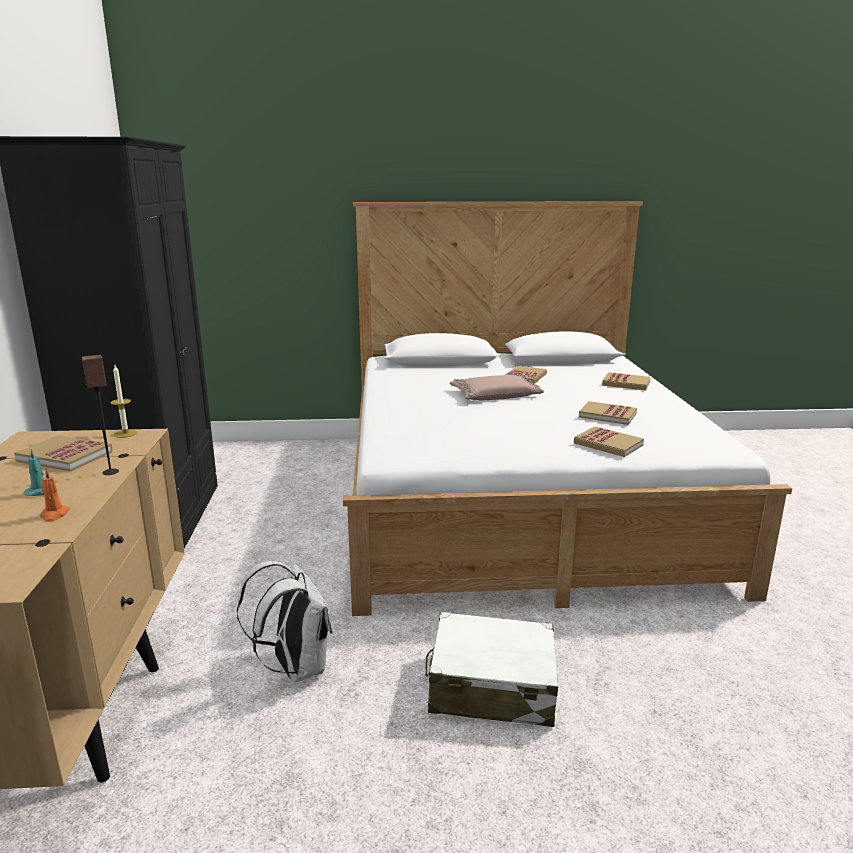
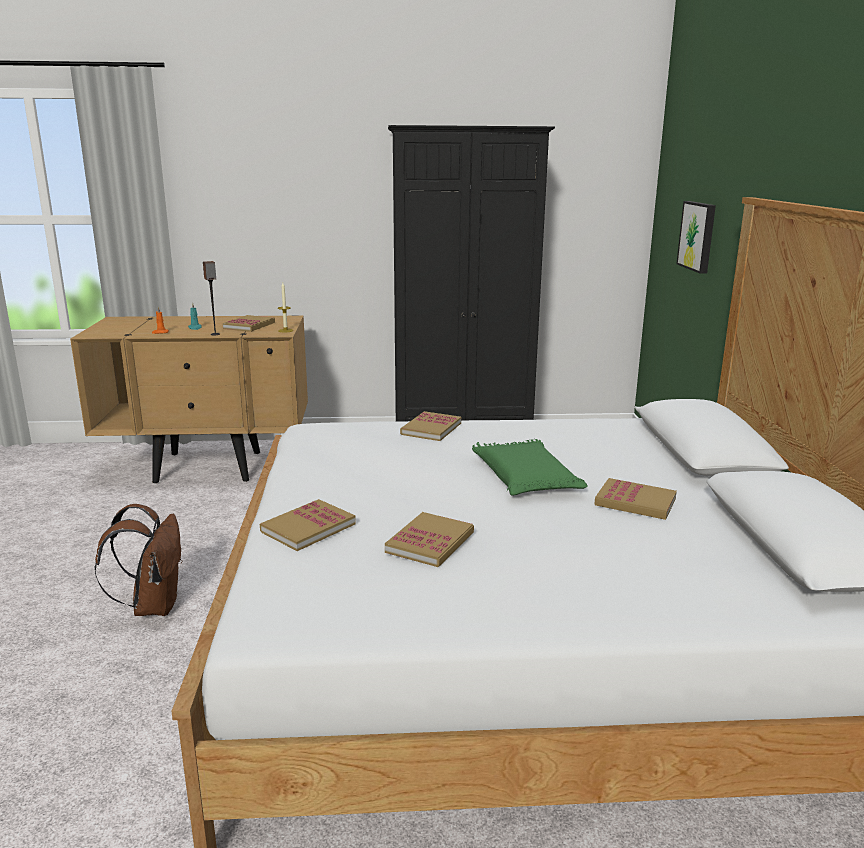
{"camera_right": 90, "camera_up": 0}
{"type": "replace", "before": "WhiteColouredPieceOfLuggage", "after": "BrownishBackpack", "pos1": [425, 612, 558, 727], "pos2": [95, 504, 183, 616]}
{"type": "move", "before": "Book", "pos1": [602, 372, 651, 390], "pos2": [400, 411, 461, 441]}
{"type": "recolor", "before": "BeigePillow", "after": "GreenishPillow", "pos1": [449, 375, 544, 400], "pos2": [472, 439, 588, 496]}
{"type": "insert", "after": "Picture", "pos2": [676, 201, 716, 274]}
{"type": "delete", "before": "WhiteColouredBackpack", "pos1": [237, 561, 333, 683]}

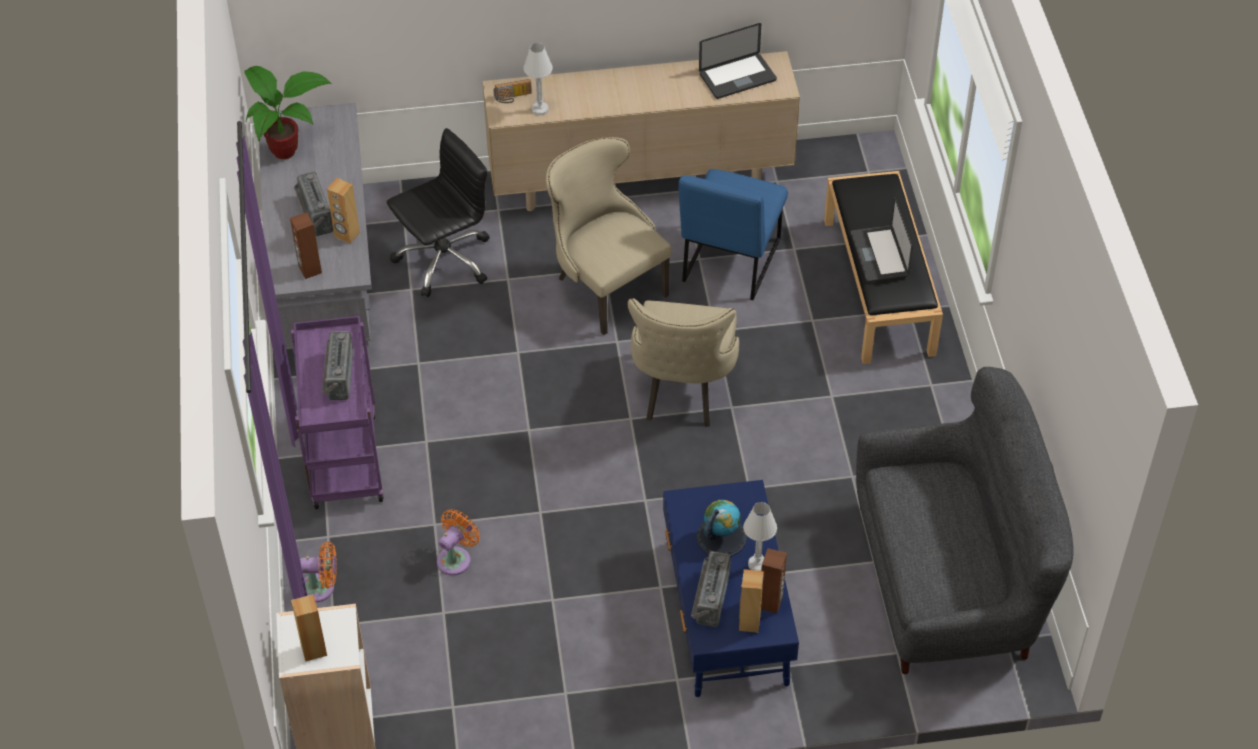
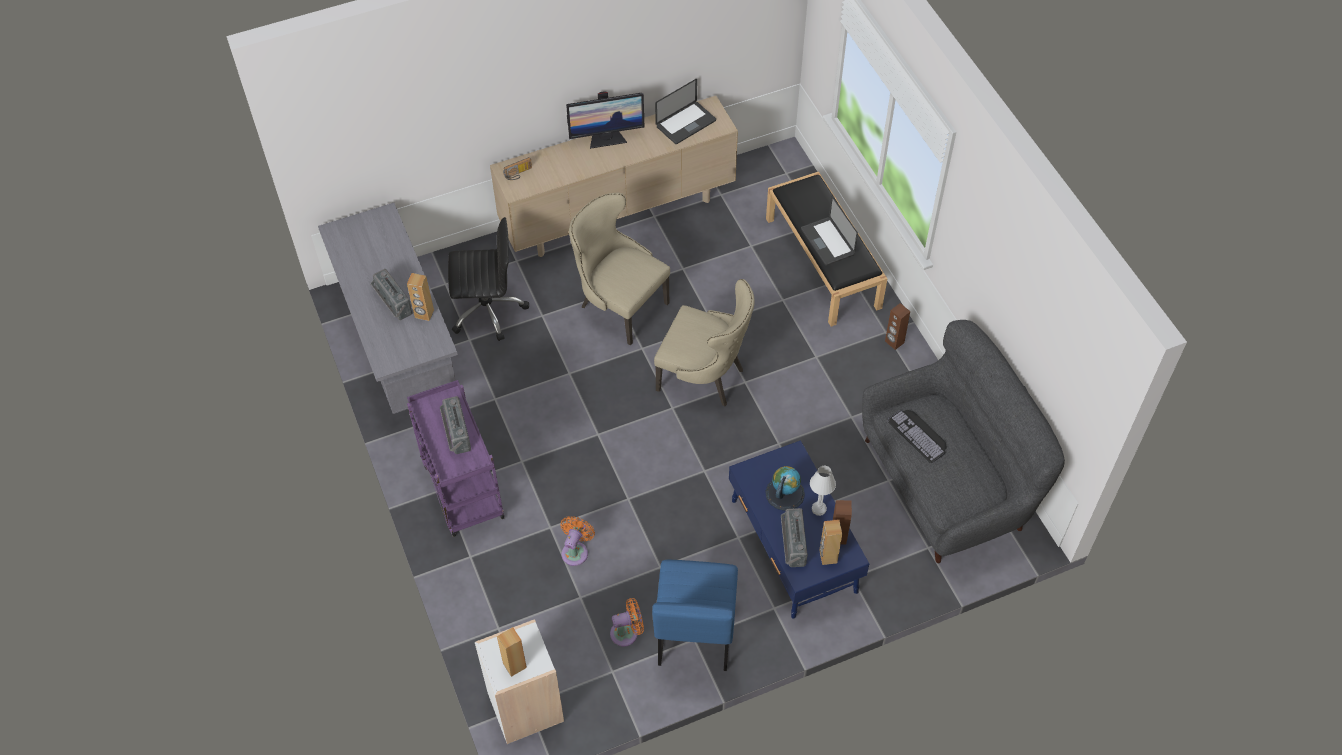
{"camera_right": -15, "camera_up": 5}
{"type": "rotate", "before": "BlackishDeskChair", "pos1": [387, 128, 490, 297], "pos2": [448, 217, 529, 341], "turn": 45}
{"type": "insert", "after": "Monitor", "pos2": [566, 91, 644, 149]}
{"type": "move", "before": "OrangeColouredCoolingFan", "pos1": [300, 542, 337, 602], "pos2": [610, 598, 644, 647]}
{"type": "move", "before": "BlueColouredUprightChair", "pos1": [678, 169, 788, 300], "pos2": [652, 560, 738, 671]}
{"type": "rotate", "before": "BeigeUprightChair", "pos1": [628, 298, 739, 427], "pos2": [654, 279, 755, 407], "turn": -60}
{"type": "move", "before": "BrownishAudioSpeaker", "pos1": [290, 212, 322, 279], "pos2": [885, 303, 910, 350]}
{"type": "insert", "after": "PcKeyboard", "pos2": [887, 410, 947, 463]}
{"type": "delete", "before": "PlantInAPot", "pos1": [245, 66, 332, 159]}
{"type": "delete", "before": "WhiteColouredTabletopLamp", "pos1": [524, 43, 553, 115]}

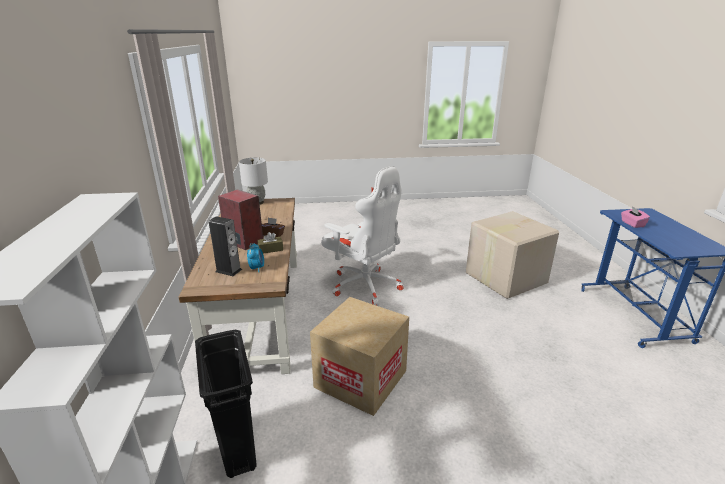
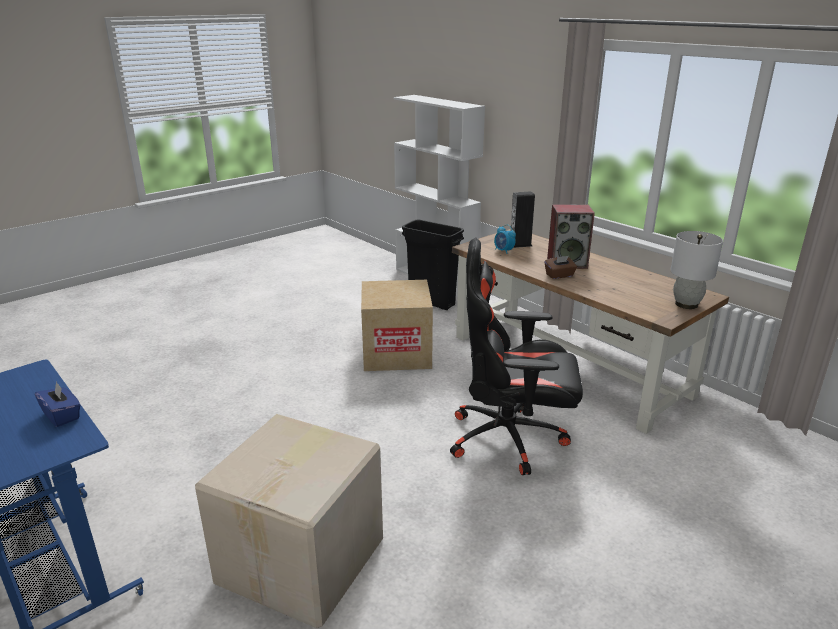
{"camera_right": 145, "camera_up": 0}
{"type": "recolor", "before": "PinkishTissueBox", "after": "BlueColouredTissueBox", "pos1": [621, 206, 650, 228], "pos2": [35, 381, 80, 427]}
{"type": "recolor", "before": "WhiteColouredDeskChair", "after": "BlackishDeskChair", "pos1": [321, 166, 404, 306], "pos2": [450, 237, 583, 475]}
{"type": "delete", "before": "BrownishTissueBox", "pos1": [257, 232, 283, 254]}

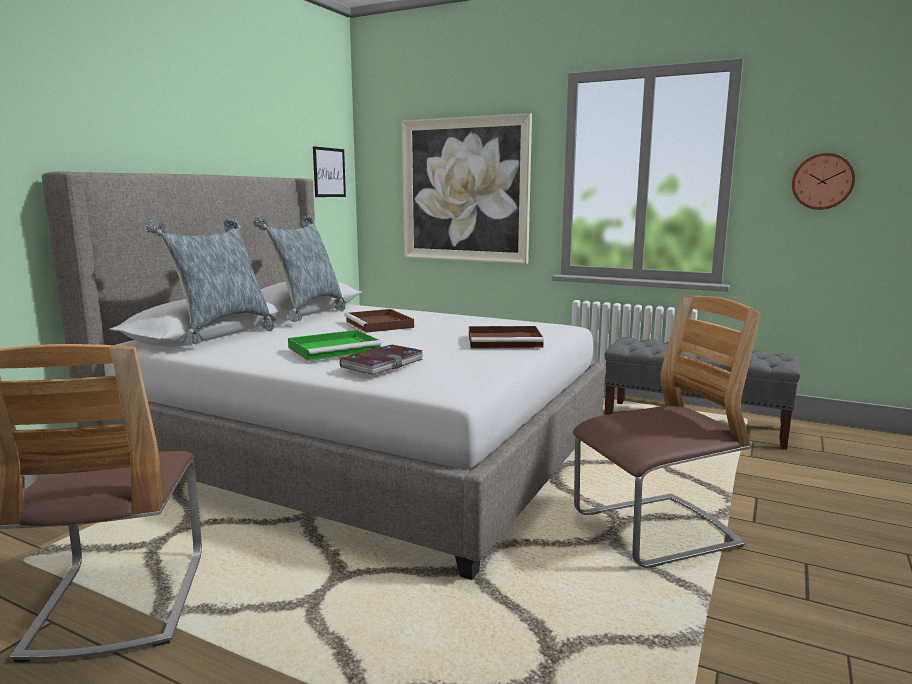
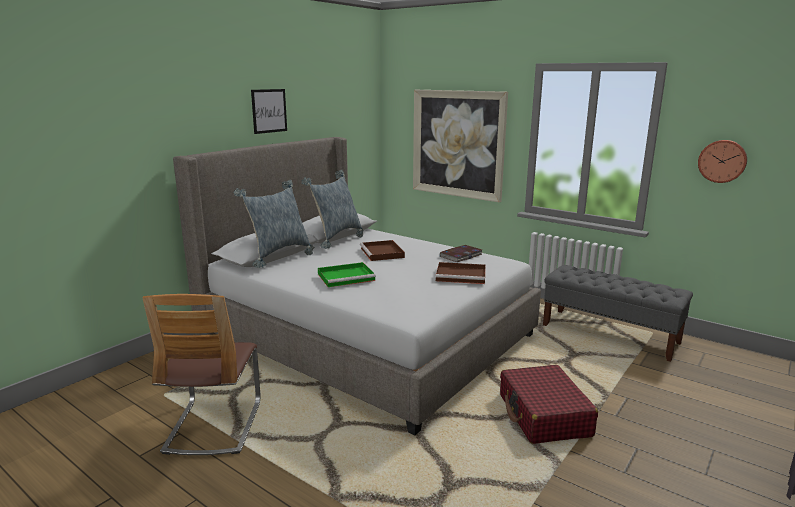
{"camera_right": 10, "camera_up": 5}
{"type": "move", "before": "Picture", "pos1": [313, 146, 346, 197], "pos2": [251, 89, 287, 134]}
{"type": "move", "before": "Book", "pos1": [340, 345, 423, 375], "pos2": [440, 245, 482, 262]}
{"type": "replace", "before": "UprightChair", "after": "RedColouredPieceOfLuggage", "pos1": [573, 296, 761, 568], "pos2": [500, 365, 598, 444]}

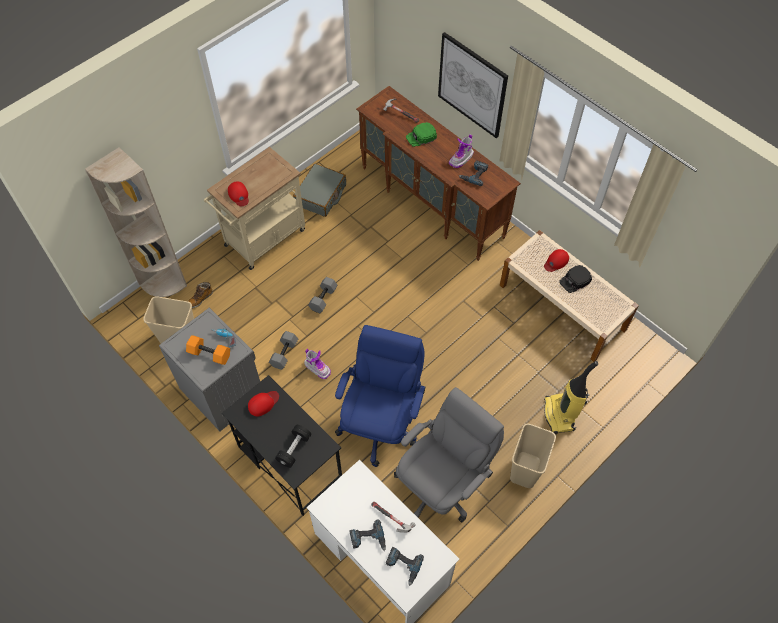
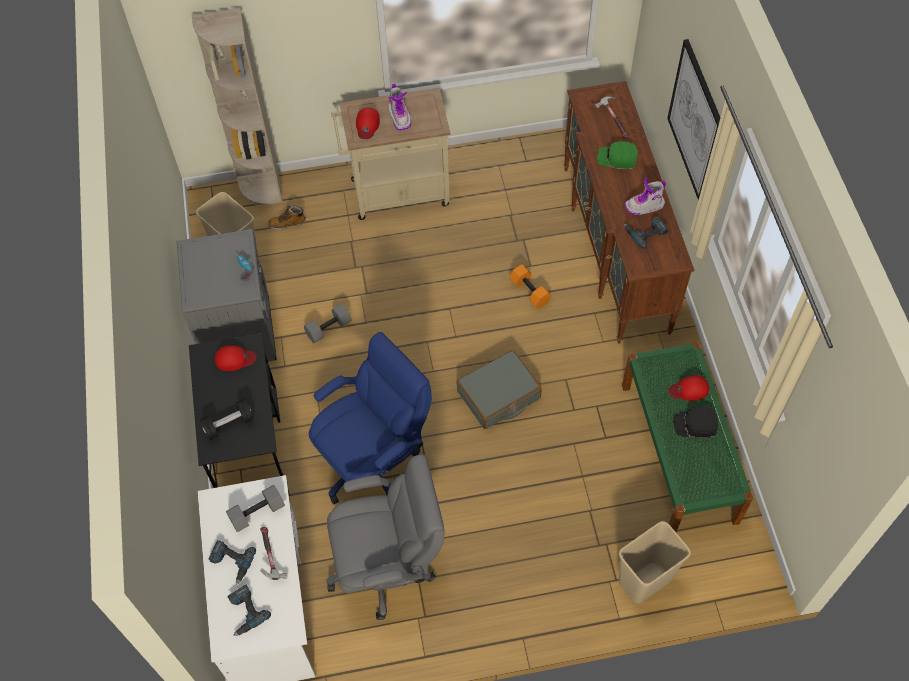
{"camera_right": 35, "camera_up": 0}
{"type": "move", "before": "GreyHandWeight", "pos1": [308, 277, 338, 313], "pos2": [226, 485, 285, 532]}
{"type": "move", "before": "TallBoot", "pos1": [304, 349, 331, 379], "pos2": [388, 84, 411, 131]}
{"type": "move", "before": "GreyPieceOfLuggage", "pos1": [293, 164, 346, 217], "pos2": [456, 350, 542, 429]}
{"type": "move", "before": "OrangeColouredHandWeight", "pos1": [186, 335, 230, 365], "pos2": [509, 264, 552, 309]}
{"type": "move", "before": "BeigeTrashCan", "pos1": [510, 424, 556, 488], "pos2": [619, 521, 691, 604]}
{"type": "recolor", "before": "BeigeIndoorBench", "after": "GreenishIndoorBench", "pos1": [500, 230, 639, 362], "pos2": [622, 342, 753, 532]}
{"type": "delete", "before": "Hoover", "pos1": [544, 361, 598, 434]}

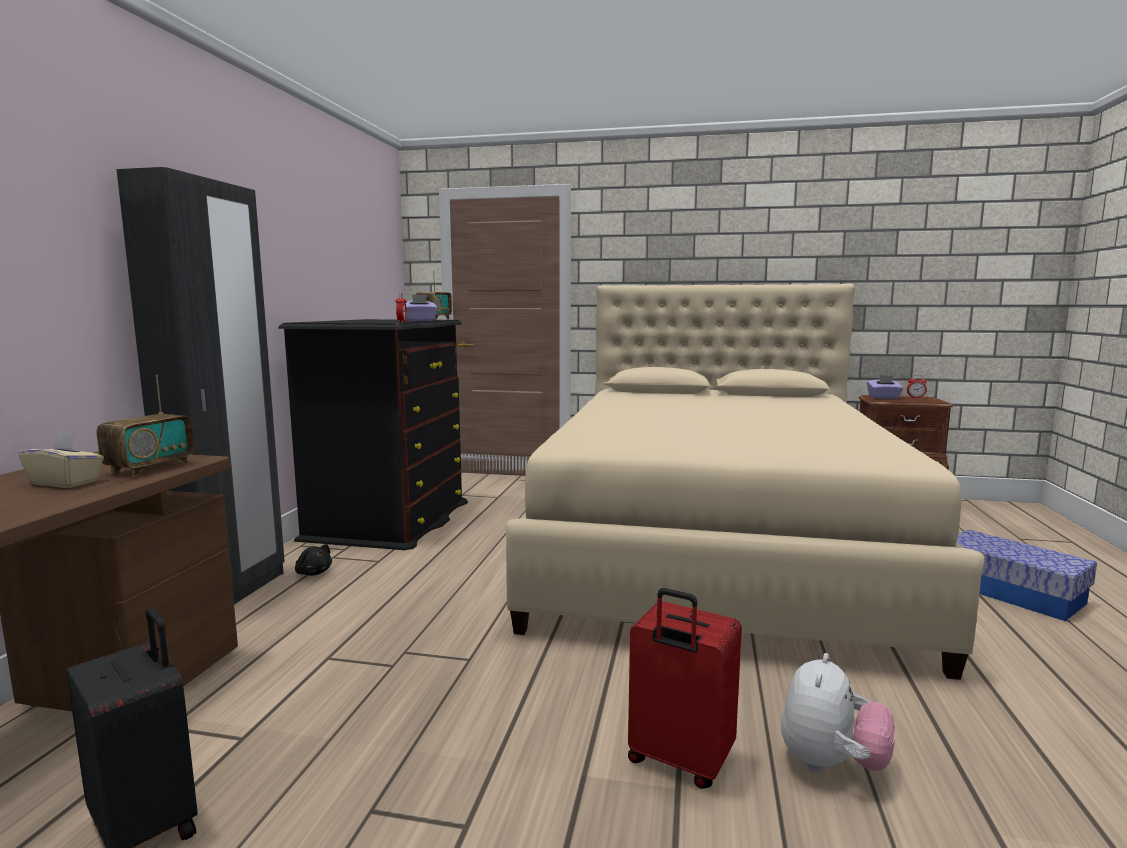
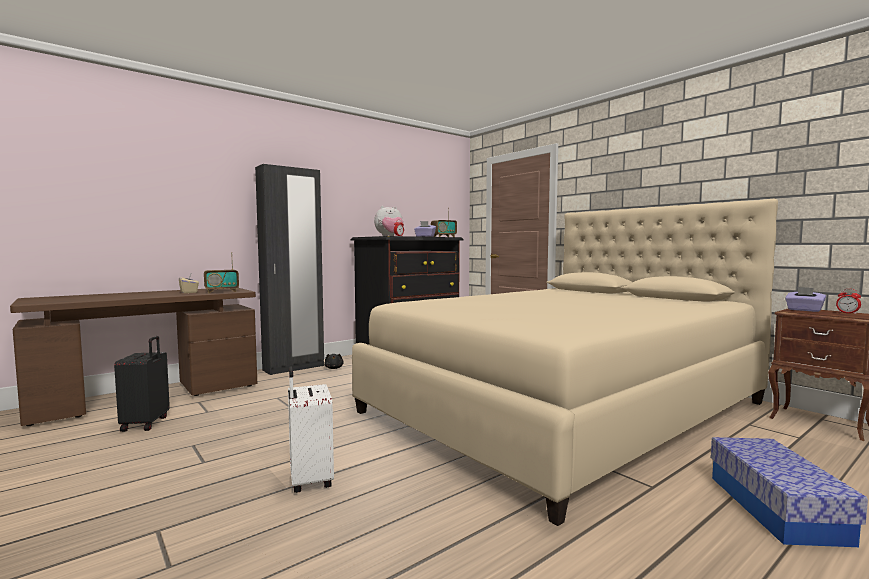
{"camera_right": 40, "camera_up": -5}
{"type": "recolor", "before": "RedColouredPieceOfLuggage", "after": "WhiteColouredPieceOfLuggage", "pos1": [628, 588, 742, 789], "pos2": [288, 366, 334, 493]}
{"type": "move", "before": "CuddlyToy", "pos1": [781, 653, 895, 772], "pos2": [374, 206, 403, 236]}

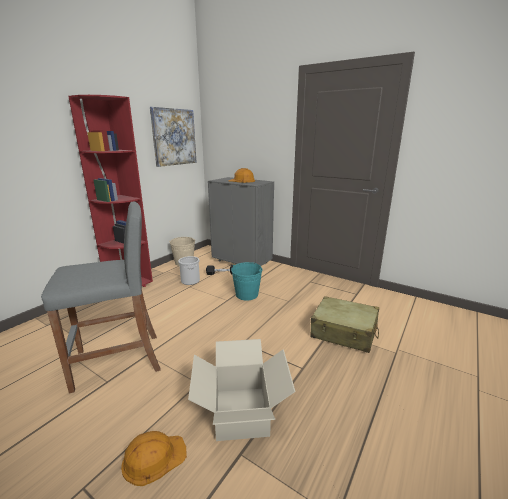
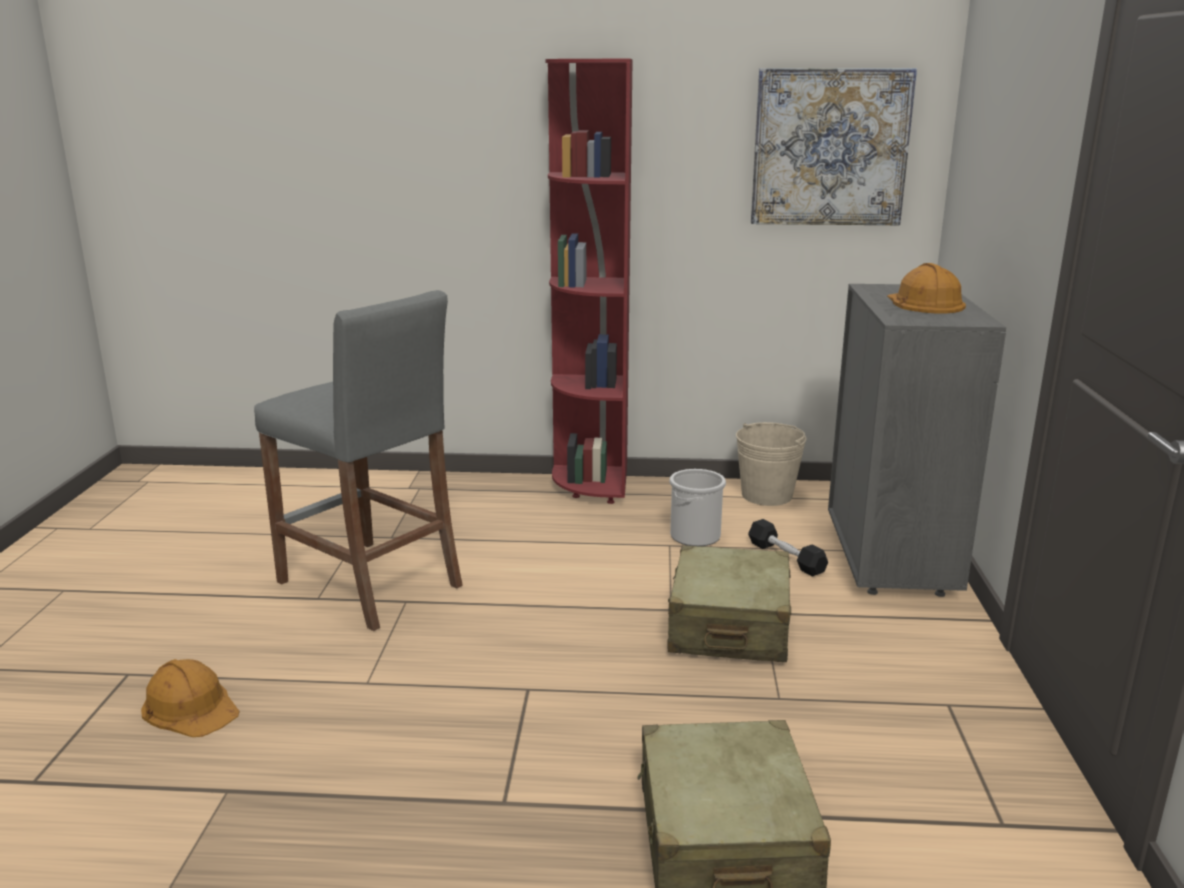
{"camera_right": 60, "camera_up": 0}
{"type": "replace", "before": "TurquoiseColouredWaterBucket", "after": "BeigePieceOfLuggage", "pos1": [231, 262, 262, 301], "pos2": [668, 545, 791, 662]}
{"type": "delete", "before": "PackingBox", "pos1": [188, 339, 296, 441]}

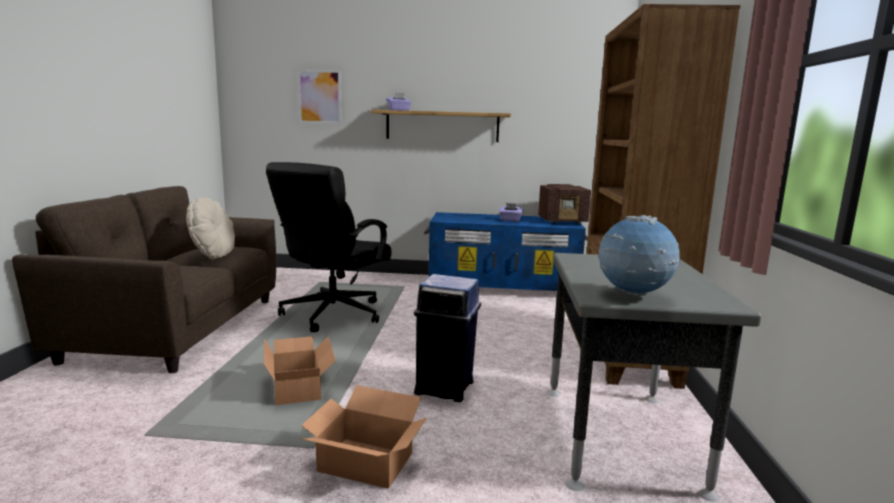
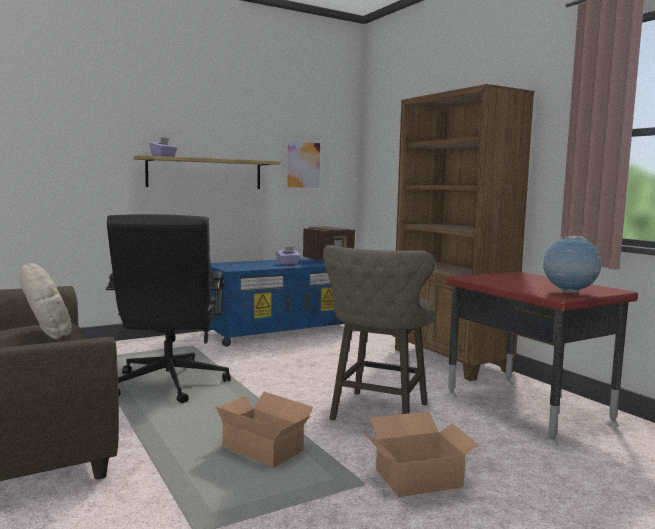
{"camera_right": -35, "camera_up": -5}
{"type": "move", "before": "Picture", "pos1": [298, 69, 341, 124], "pos2": [285, 139, 322, 190]}
{"type": "replace", "before": "BlueColouredTrashCan", "after": "BeigeSittingStool", "pos1": [414, 274, 481, 402], "pos2": [323, 245, 436, 420]}
{"type": "recolor", "before": "GreyDeskTable", "after": "RedColouredDeskTable", "pos1": [547, 253, 761, 502], "pos2": [445, 271, 638, 446]}

